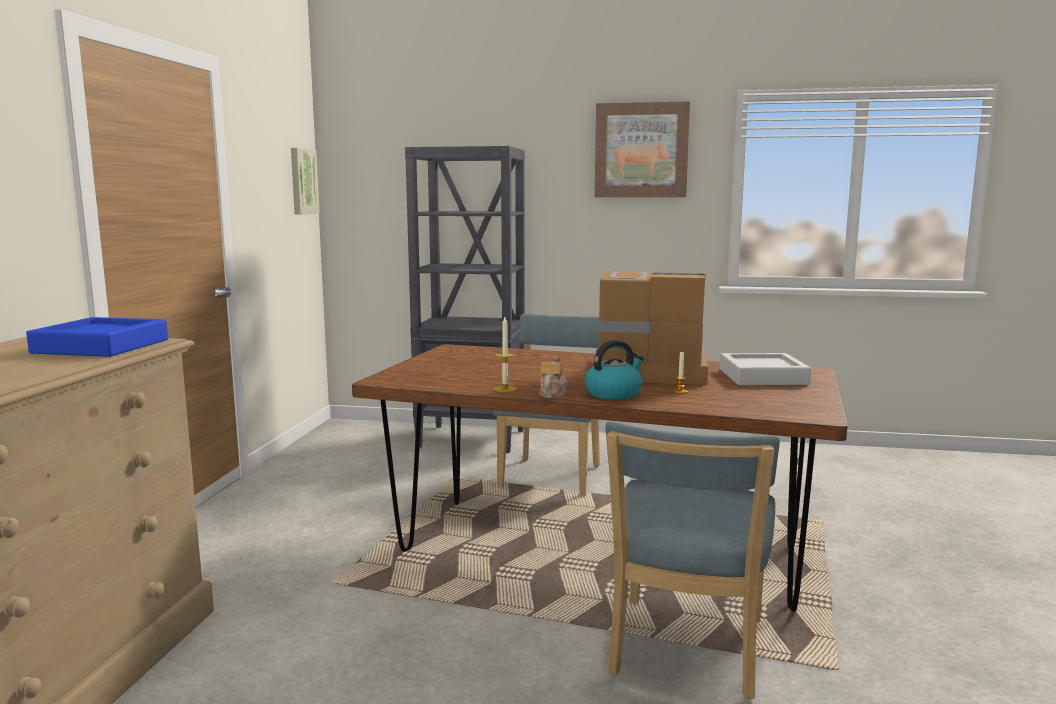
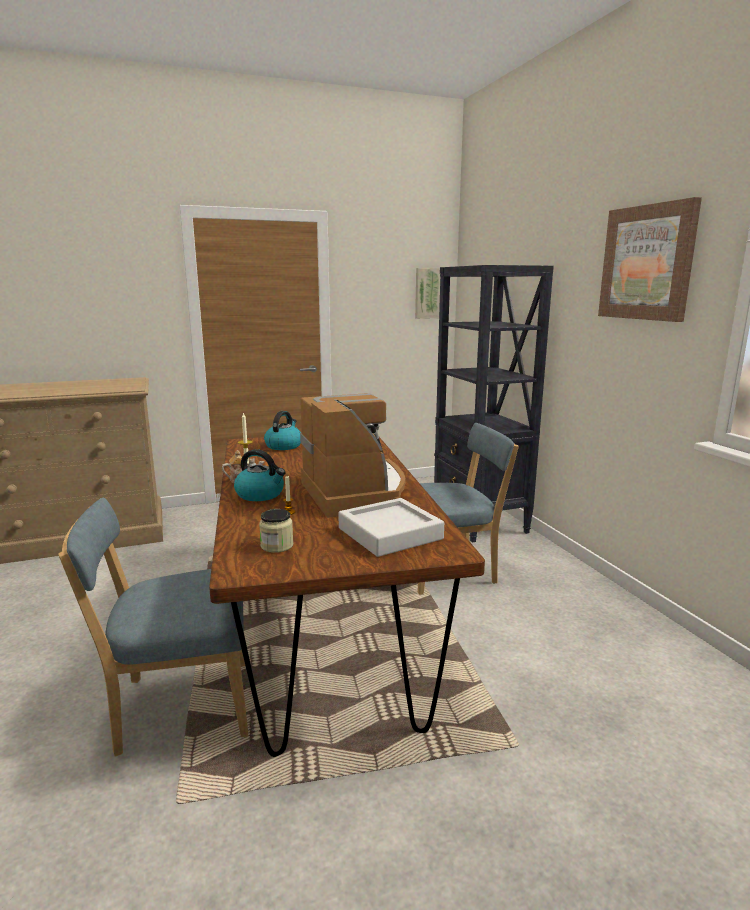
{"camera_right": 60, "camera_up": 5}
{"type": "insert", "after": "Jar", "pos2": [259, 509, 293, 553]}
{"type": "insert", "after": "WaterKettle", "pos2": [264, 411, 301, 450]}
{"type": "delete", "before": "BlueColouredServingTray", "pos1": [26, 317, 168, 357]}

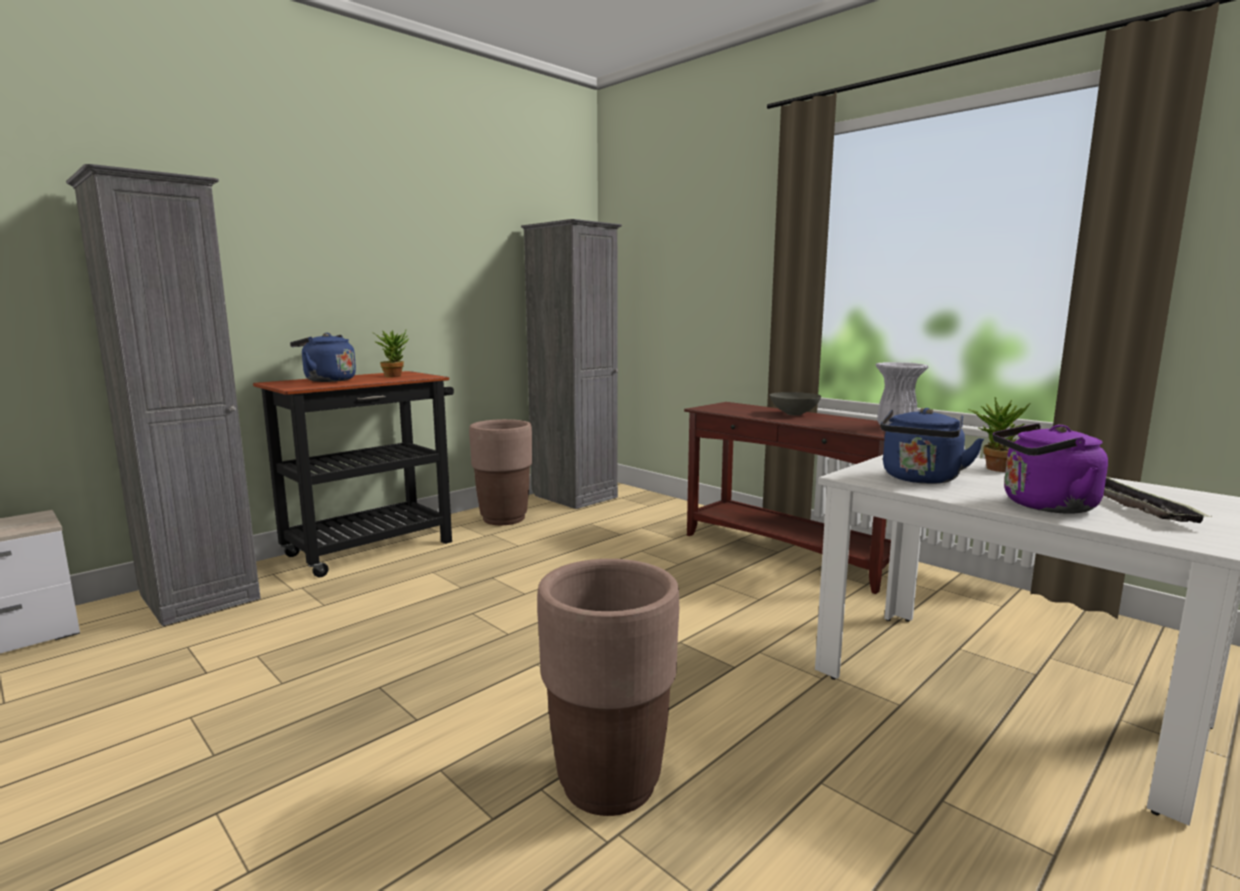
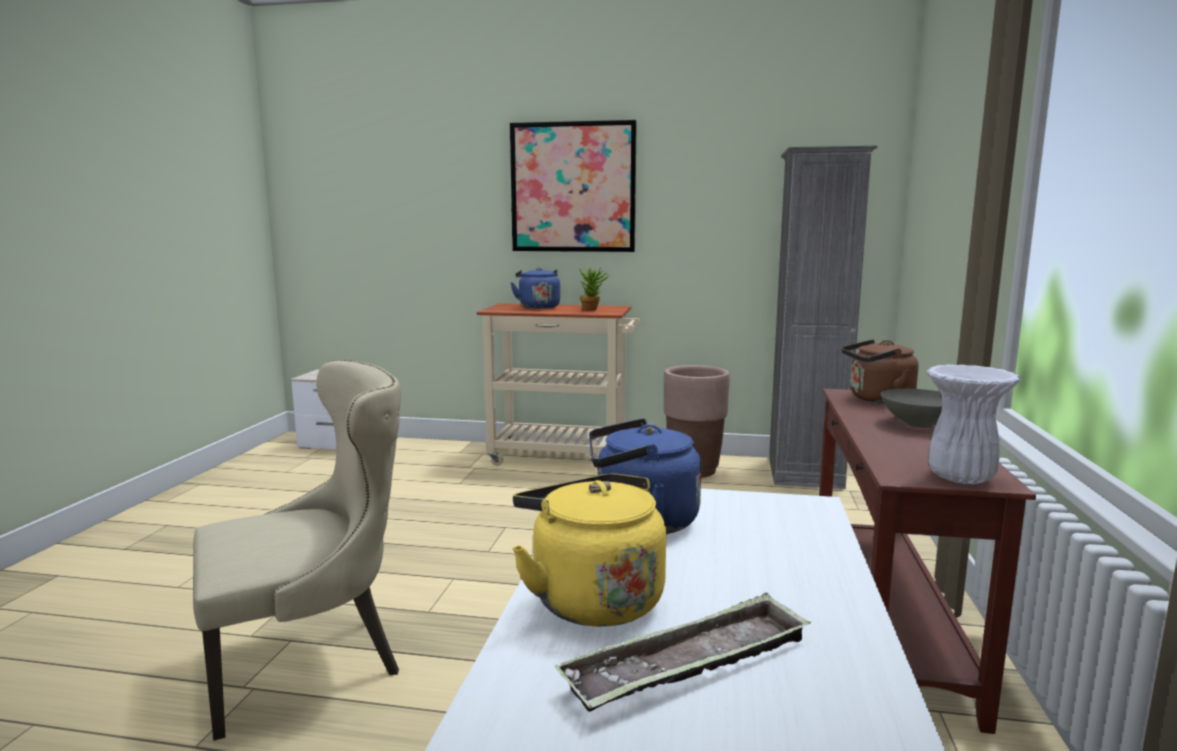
{"camera_right": 55, "camera_up": 0}
{"type": "replace", "before": "BrownishFlowerPot", "after": "BeigeUprightChair", "pos1": [537, 559, 679, 816], "pos2": [193, 360, 401, 741]}
{"type": "recolor", "before": "BlackishWheeledCart", "after": "BeigeWheeledCart", "pos1": [253, 371, 454, 577], "pos2": [477, 303, 640, 466]}
{"type": "insert", "after": "Picture", "pos2": [510, 120, 637, 252]}
{"type": "recolor", "before": "PurpleColouredWaterKettle", "after": "YellowColouredWaterKettle", "pos1": [993, 423, 1108, 514], "pos2": [512, 473, 666, 627]}
{"type": "insert", "after": "BrownishWaterKettle", "pos2": [842, 339, 919, 404]}
{"type": "delete", "before": "GreyStorageCabinet", "pos1": [66, 164, 261, 626]}
{"type": "delete", "before": "PlantInAPot", "pos1": [968, 397, 1031, 472]}

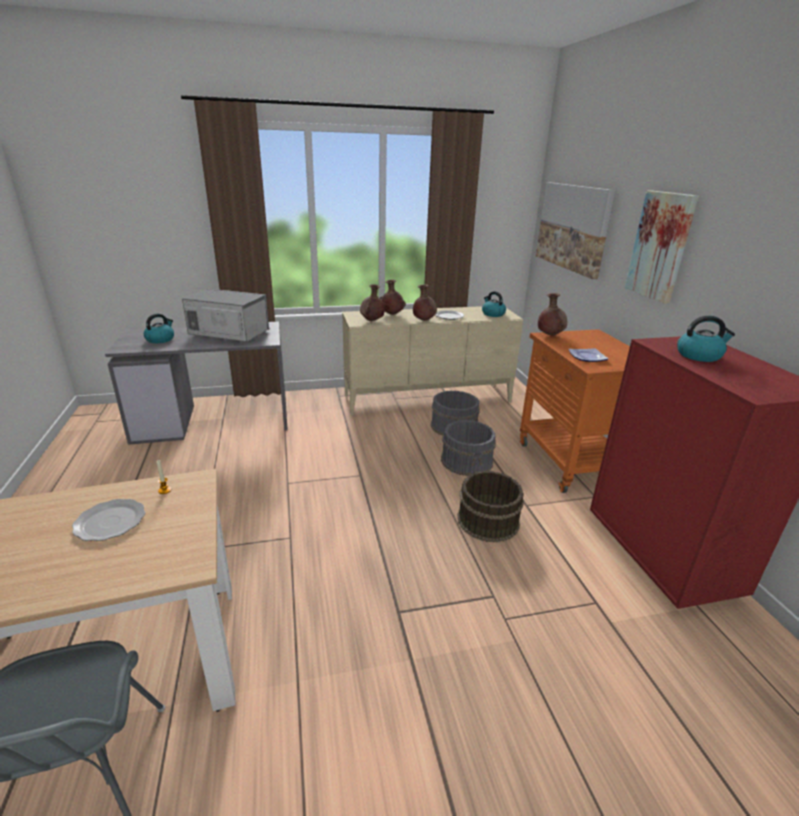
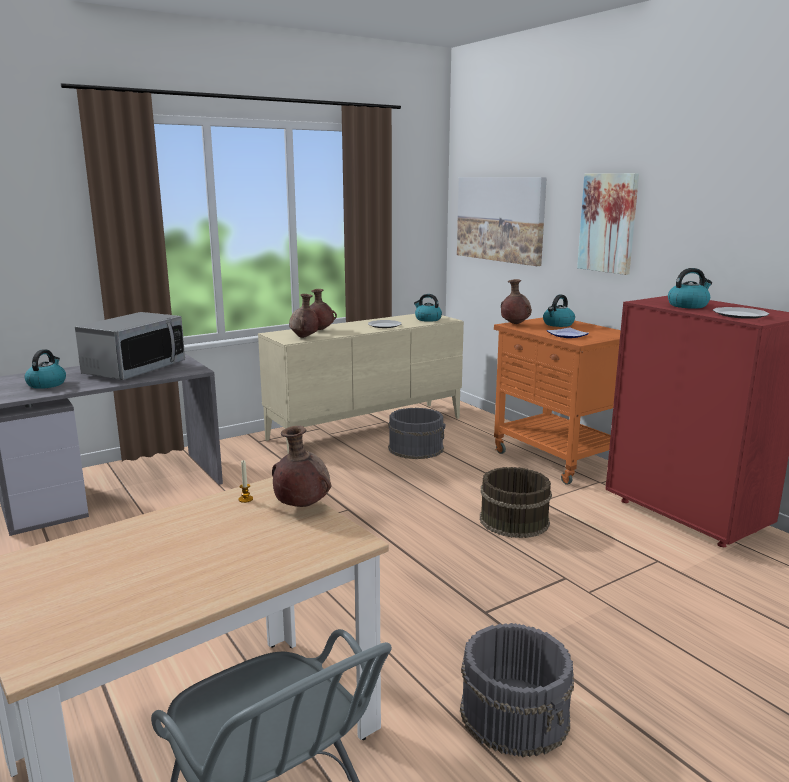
{"camera_right": -20, "camera_up": -10}
{"type": "rotate", "before": "Microwave", "pos1": [182, 289, 269, 342], "pos2": [75, 312, 185, 380], "turn": 120}
{"type": "move", "before": "BrownishVase", "pos1": [413, 284, 437, 321], "pos2": [272, 426, 331, 507]}
{"type": "move", "before": "GreyWaterBucket", "pos1": [441, 420, 496, 476], "pos2": [460, 623, 574, 757]}
{"type": "insert", "after": "WaterKettle", "pos2": [543, 294, 575, 327]}
{"type": "move", "before": "FlatDish", "pos1": [72, 499, 145, 541], "pos2": [713, 307, 769, 319]}

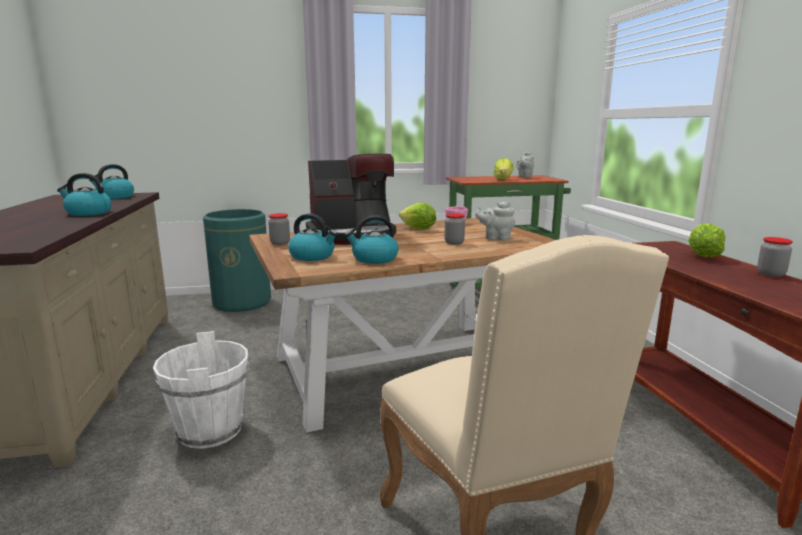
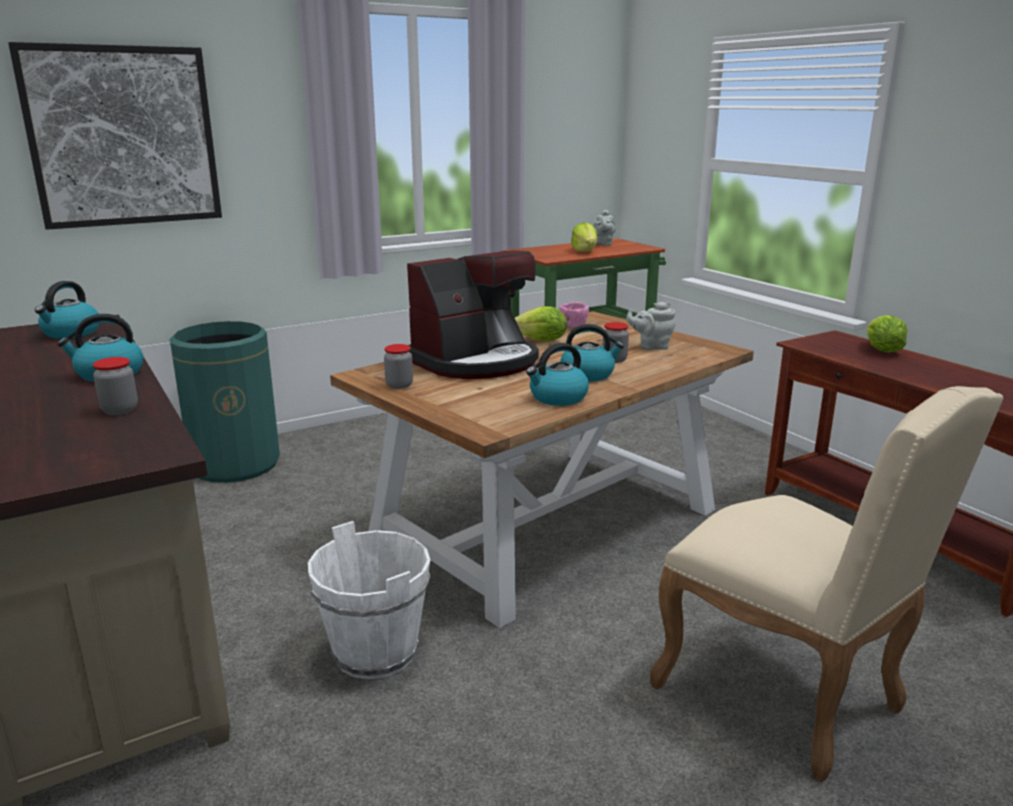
{"camera_right": -20, "camera_up": 5}
{"type": "insert", "after": "Picture", "pos2": [8, 42, 222, 230]}
{"type": "move", "before": "Jar", "pos1": [757, 237, 793, 277], "pos2": [93, 357, 138, 415]}
{"type": "move", "before": "WaterKettle", "pos1": [288, 213, 338, 261], "pos2": [560, 324, 624, 382]}

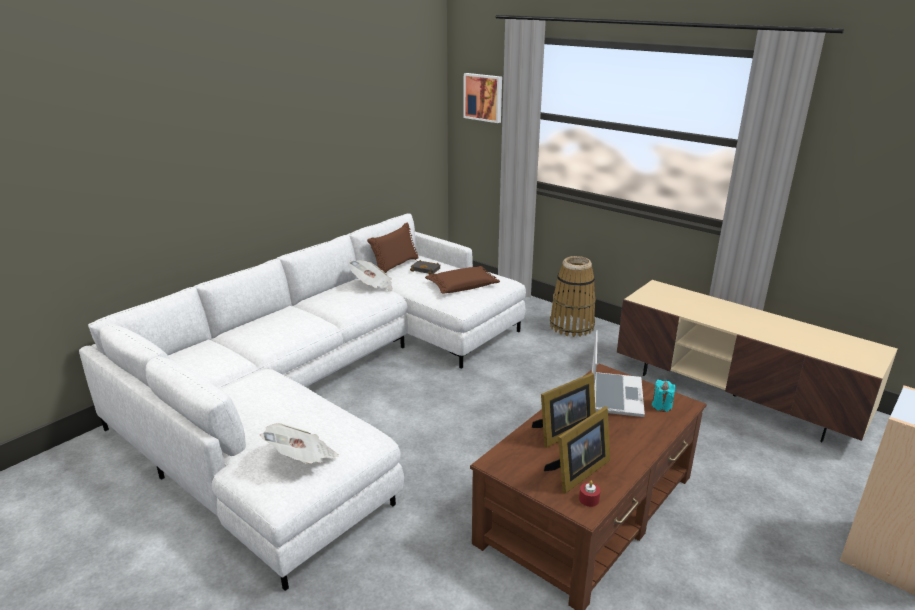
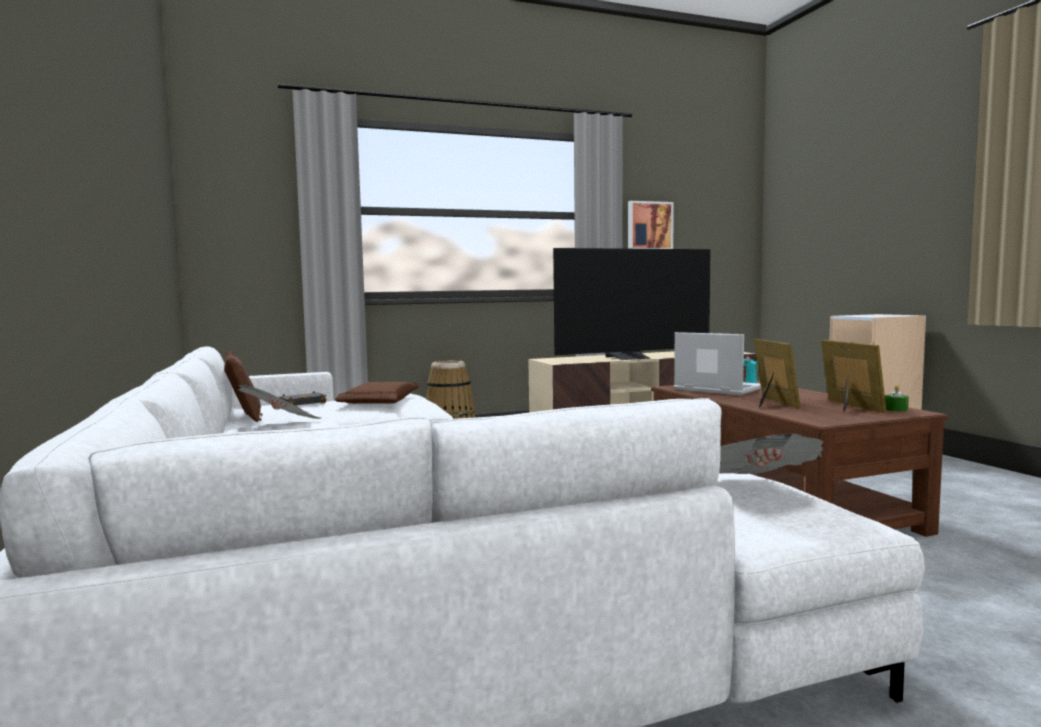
{"camera_right": -60, "camera_up": -20}
{"type": "insert", "after": "TvSet", "pos2": [553, 248, 711, 360]}
{"type": "move", "before": "Picture", "pos1": [463, 73, 502, 123], "pos2": [628, 201, 674, 249]}
{"type": "recolor", "before": "RedColouredWaxLight", "after": "GreenishWaxLight", "pos1": [579, 481, 601, 507], "pos2": [885, 385, 909, 411]}

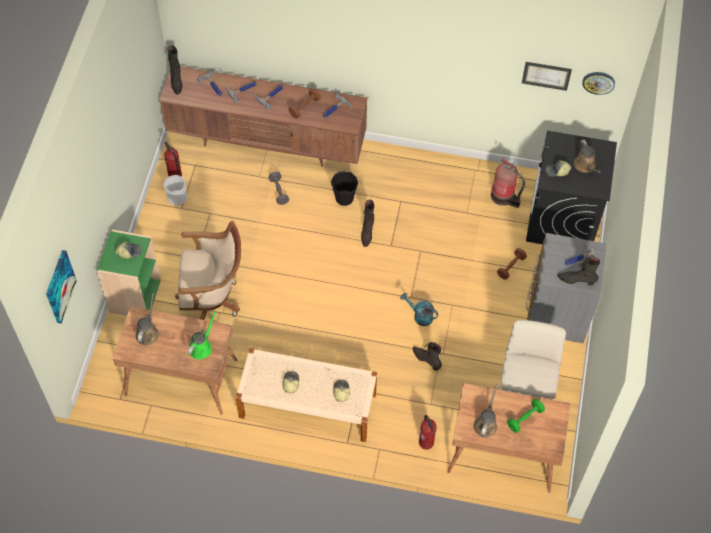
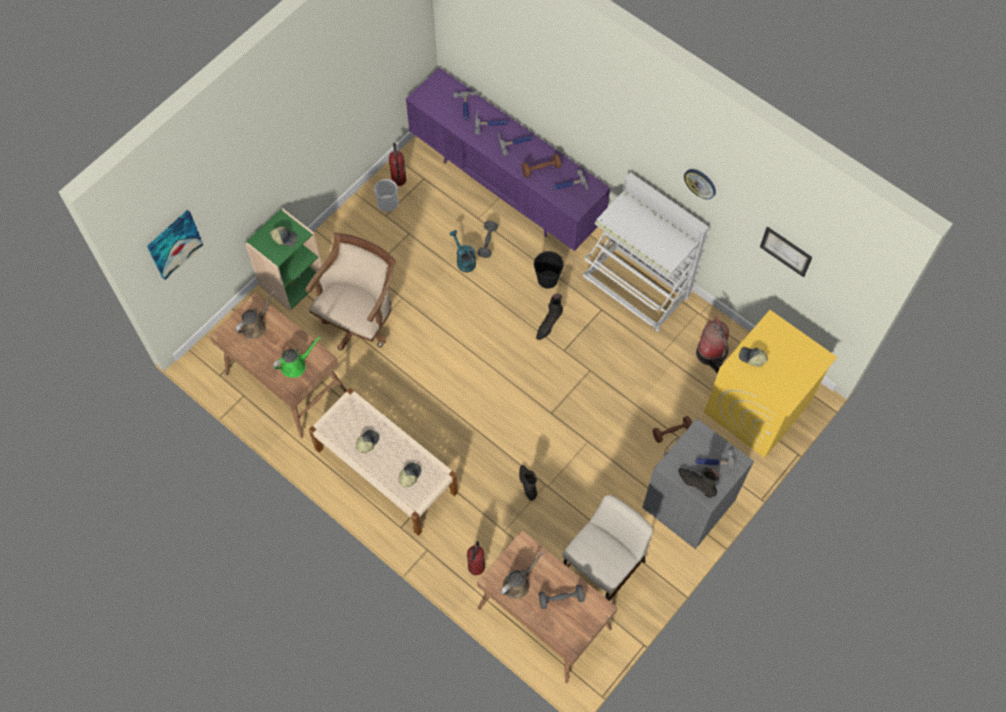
{"camera_right": 30, "camera_up": 5}
{"type": "rotate", "before": "DeskChair", "pos1": [175, 221, 241, 320], "pos2": [305, 233, 396, 350], "turn": -90}
{"type": "recolor", "before": "BrownishStorageCabinet", "after": "PurpleColouredStorageCabinet", "pos1": [160, 66, 367, 167], "pos2": [406, 68, 610, 251]}
{"type": "move", "before": "TurquoiseColouredWateringPot", "pos1": [400, 293, 438, 326], "pos2": [450, 230, 476, 272]}
{"type": "recolor", "before": "GreenishHandWeight", "after": "GreyHandWeight", "pos1": [507, 399, 545, 433], "pos2": [539, 585, 585, 609]}
{"type": "insert", "after": "WhiteColouredShoeShelf", "pos2": [582, 173, 709, 332]}
{"type": "move", "before": "ClockOnTheWall", "pos1": [582, 72, 615, 95], "pos2": [684, 169, 716, 200]}
{"type": "recolor", "before": "BlackishWashingMachine", "after": "YellowColouredWashingMachine", "pos1": [526, 131, 617, 244], "pos2": [704, 310, 837, 458]}
{"type": "delete", "before": "BlackishTallBoot", "pos1": [168, 45, 182, 95]}
{"type": "delete", "before": "BrownishWateringPot", "pos1": [574, 140, 601, 173]}

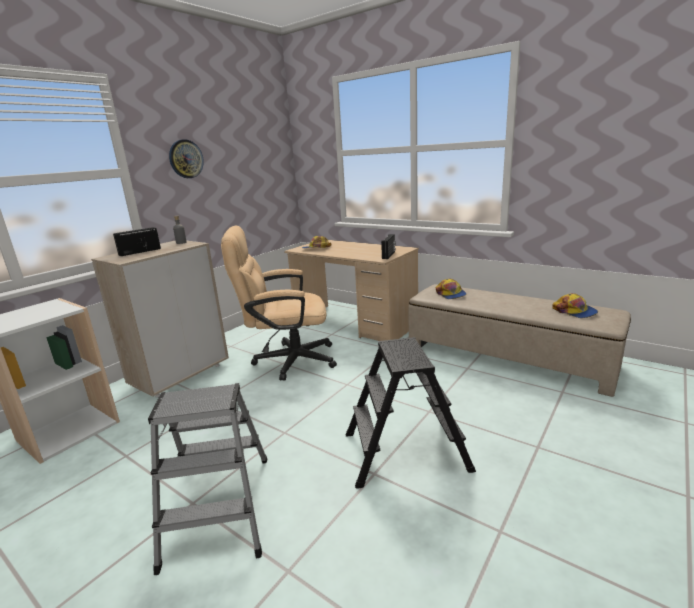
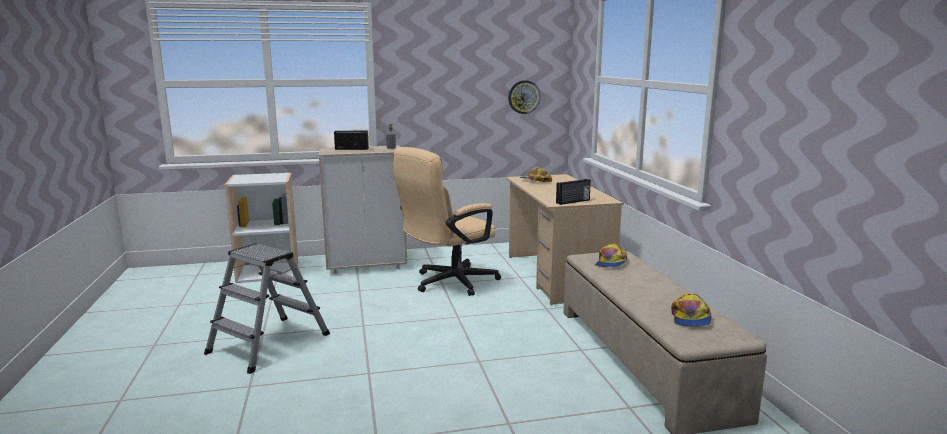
{"camera_right": 40, "camera_up": -5}
{"type": "rotate", "before": "BeigeDeskChair", "pos1": [221, 226, 337, 381], "pos2": [393, 147, 501, 296], "turn": -75}
{"type": "move", "before": "ClockOnTheWall", "pos1": [169, 139, 204, 178], "pos2": [508, 80, 541, 114]}
{"type": "delete", "before": "BlackishStepStool", "pos1": [346, 337, 476, 489]}

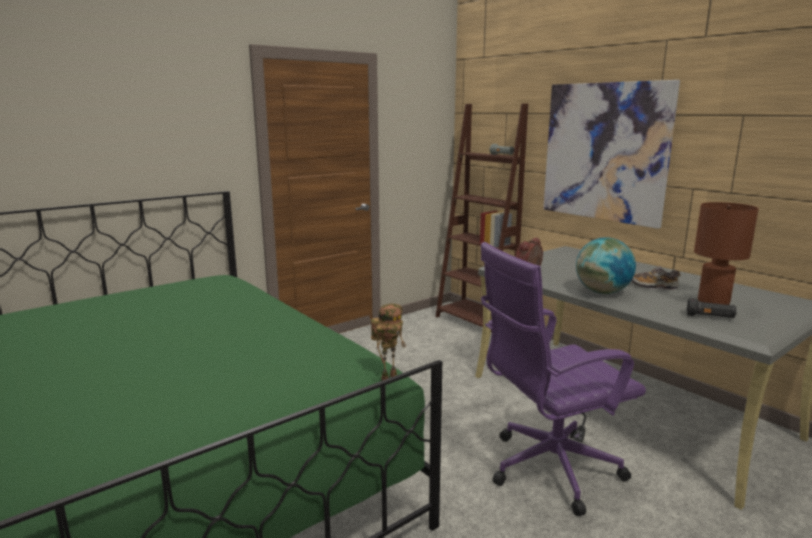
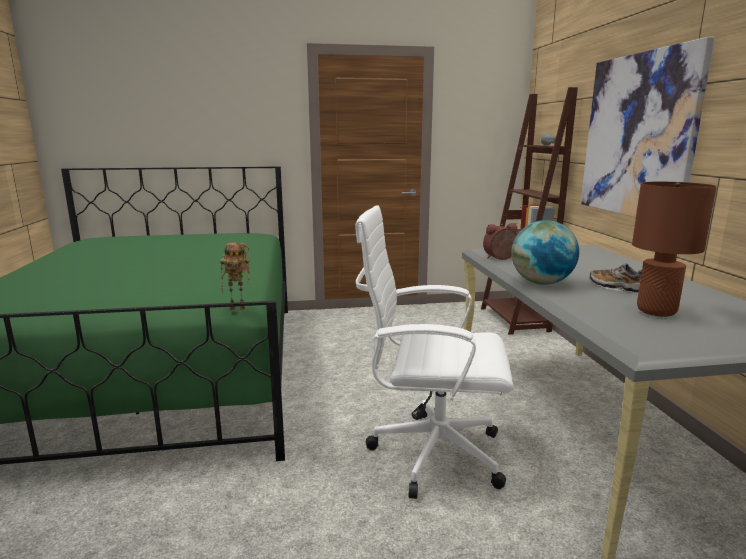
{"camera_right": 30, "camera_up": 0}
{"type": "recolor", "before": "PurpleColouredDeskChair", "after": "WhiteColouredDeskChair", "pos1": [481, 242, 646, 516], "pos2": [355, 205, 513, 499]}
{"type": "delete", "before": "BlackishHandTorch", "pos1": [687, 298, 737, 318]}

